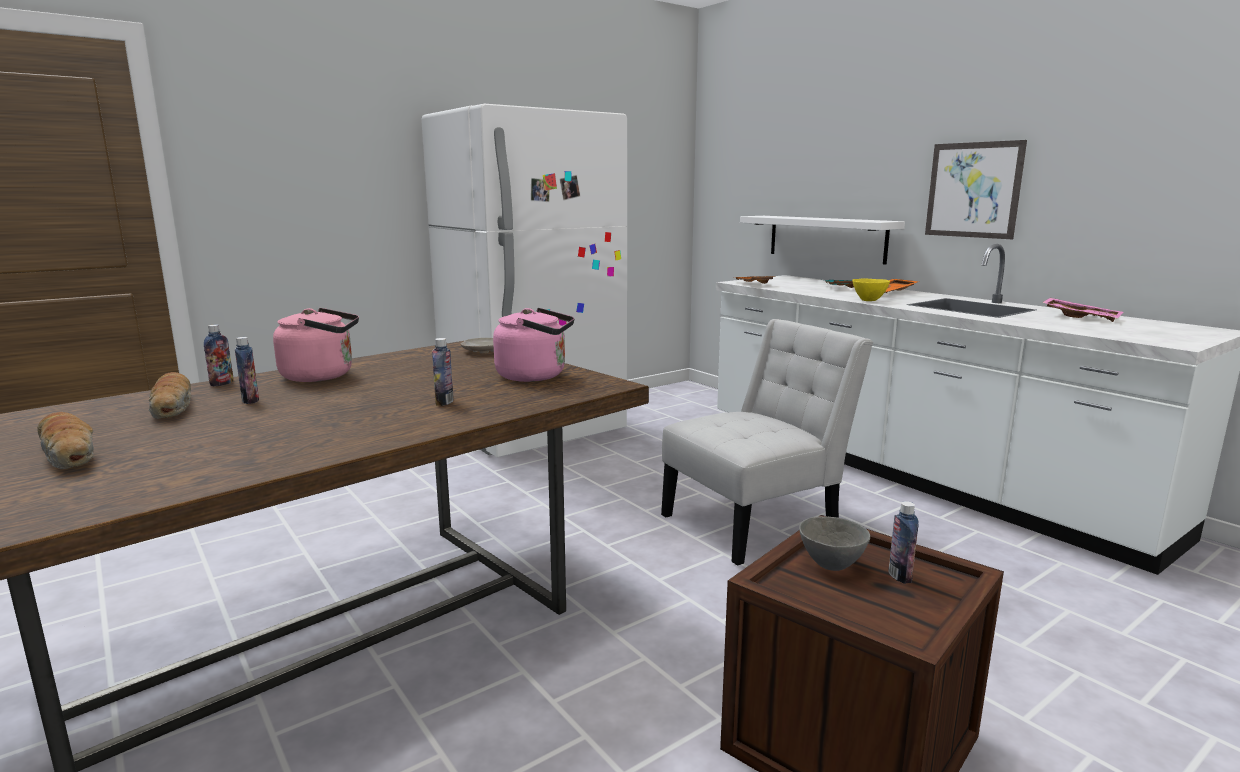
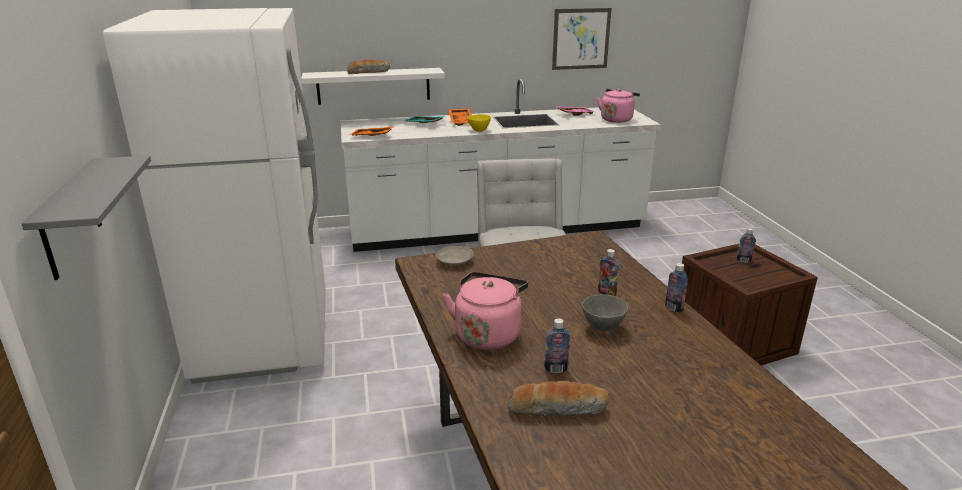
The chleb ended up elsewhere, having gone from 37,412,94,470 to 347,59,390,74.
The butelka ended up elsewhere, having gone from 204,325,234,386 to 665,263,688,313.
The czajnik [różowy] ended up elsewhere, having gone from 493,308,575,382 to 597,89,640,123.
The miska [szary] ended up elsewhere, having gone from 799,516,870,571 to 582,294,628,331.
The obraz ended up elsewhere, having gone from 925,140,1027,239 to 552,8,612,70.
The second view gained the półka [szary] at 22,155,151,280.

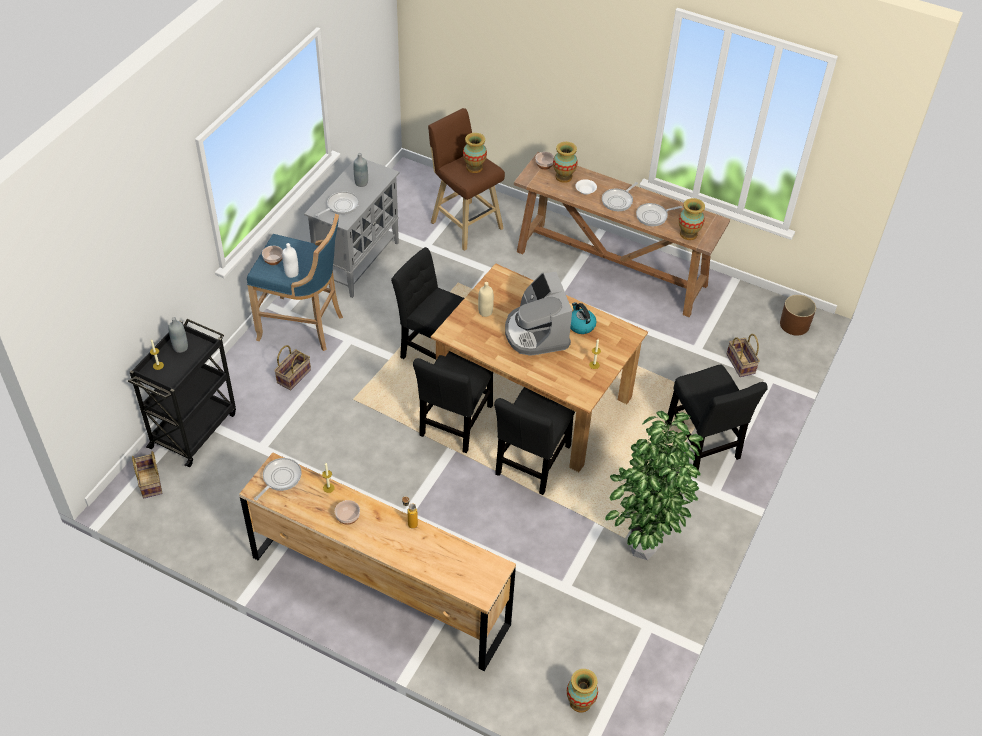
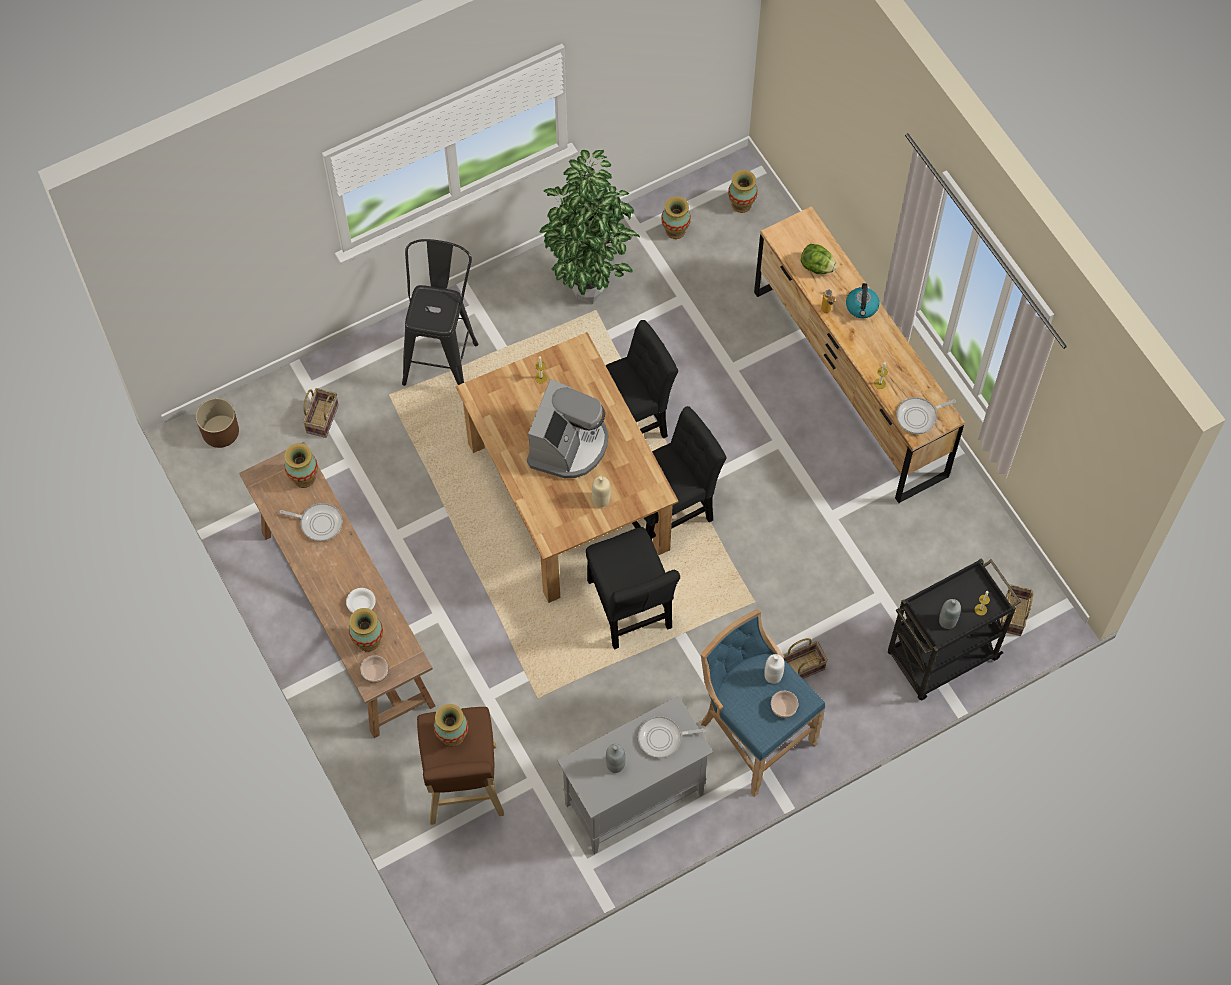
The second view lost the miska at 335,500,360,525.
The czajnik ended up elsewhere, having gone from 570,302,597,334 to 846,283,879,318.
The second view lost the patelnia at 602,182,638,211.
Where the krzesło [czarny] stood at 665,364,768,471, the stołek [czarny] came to stand at 402,239,478,386.
The second view gained the wazon at 661,196,691,239.
The second view gained the sałata at 801,244,837,274.

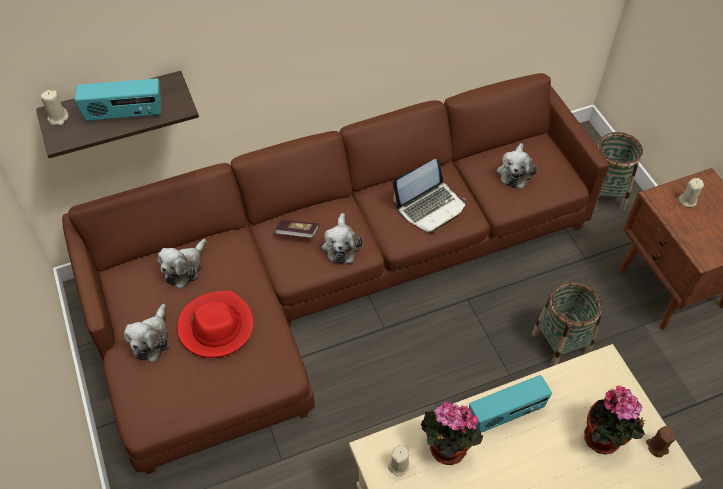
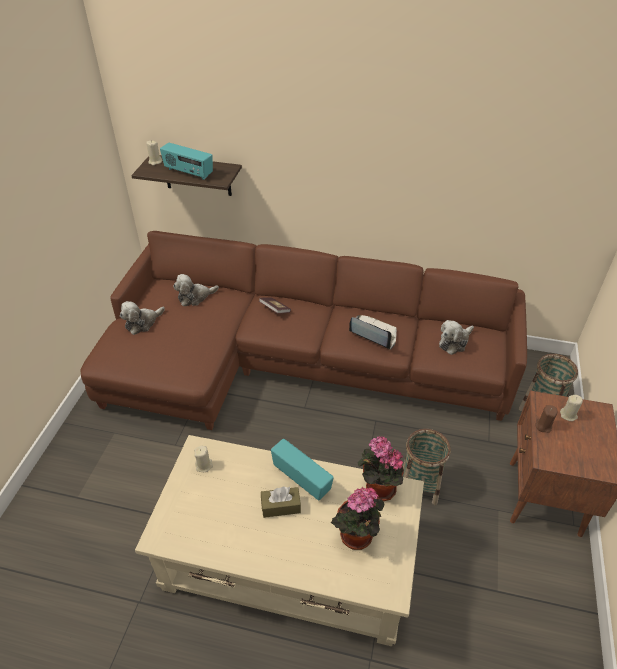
The second view lost the kapelusz [czerwony] at 177,290,253,358.
The second view lost the pluszak at 322,213,363,263.
The laptop at 393,159,466,233 ended up facing another way, 150 degrees counterclockwise from before.
The roślina doniczkowa ended up elsewhere, having gone from 421,402,483,465 to 358,436,404,501.
The radio at 469,375,552,433 ended up facing another way, 150 degrees counterclockwise from before.
The świeca [brązowy] ended up elsewhere, having gone from 646,426,675,457 to 535,405,557,433.
The second view gained the pudełko chusteczek [brązowy] at 261,486,301,518.

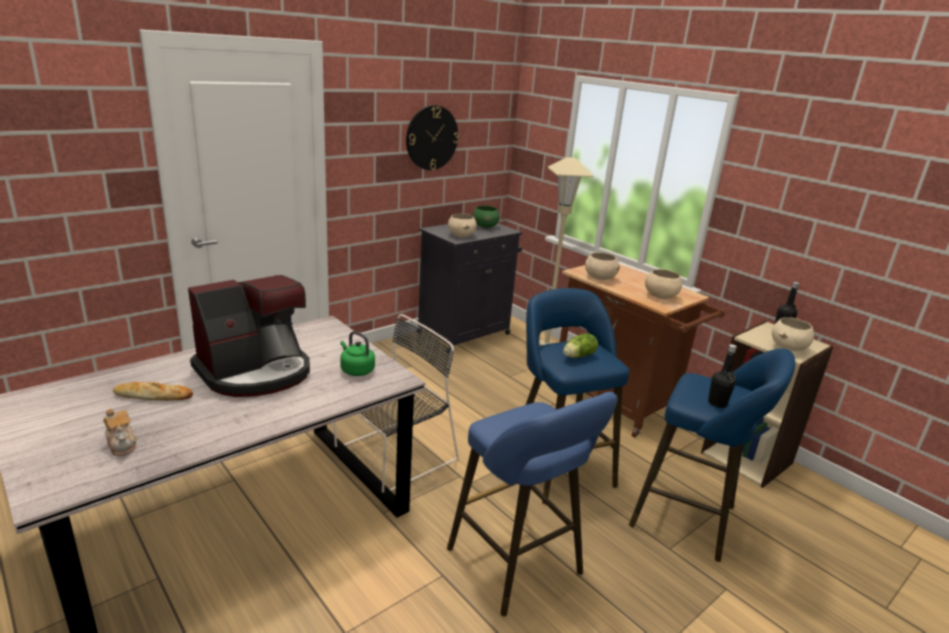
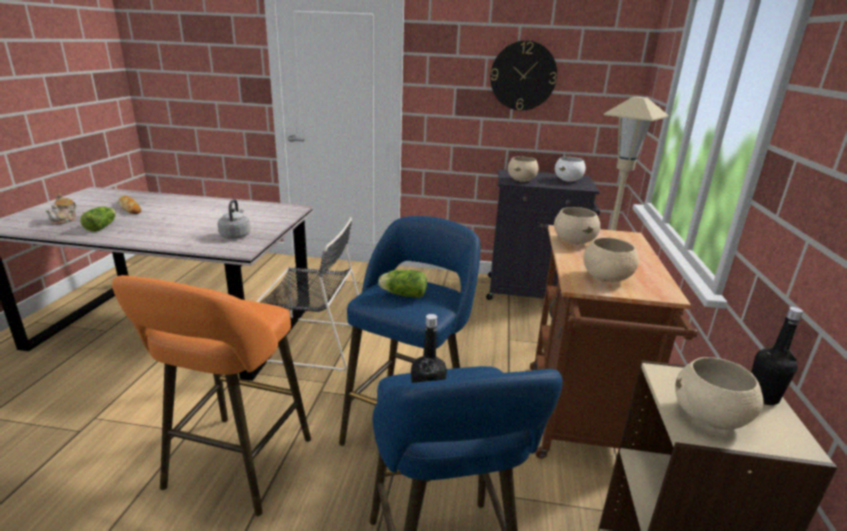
The second view lost the ekspres do kawy at 188,275,310,397.
What was the czajnik [zielony] at 340,331,375,376 turned into the czajnik [szary] at 218,199,250,239.
What was the stołek [niebieski] at 447,392,617,616 turned into the stołek [pomarańczowy] at 112,275,311,516.
What was the miska [zielony] at 473,206,500,228 turned into the miska [biały] at 555,157,586,182.
The second view gained the sałata at 80,206,116,232.

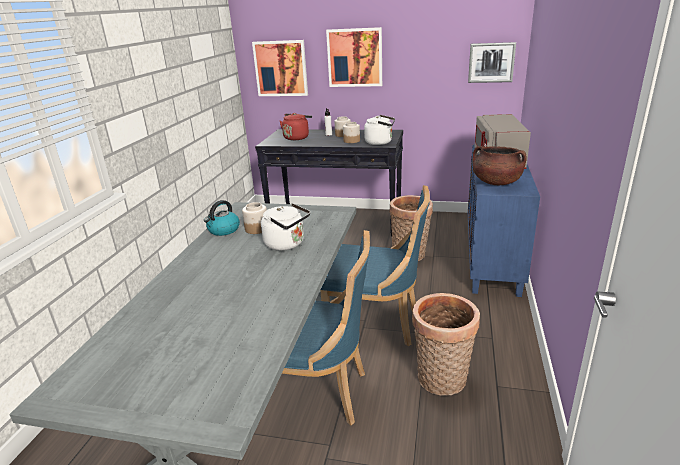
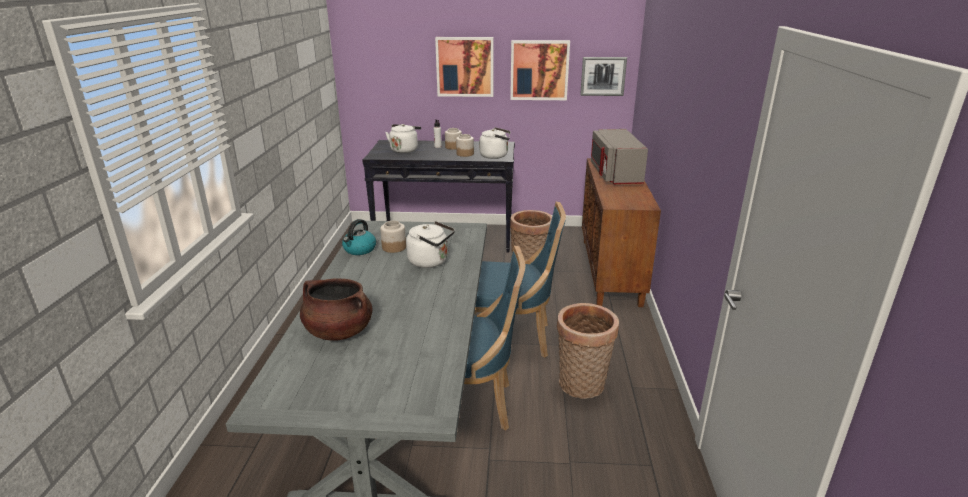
The obraz ended up elsewhere, having gone from 252,40,308,96 to 510,40,570,100.
What was the czajnik [czerwony] at 280,113,312,140 turned into the czajnik [biały] at 385,124,421,153.
What was the szafka [niebieski] at 468,145,540,297 turned into the szafka [brązowy] at 582,158,661,307.
The garnek [brązowy] ended up elsewhere, having gone from 473,146,527,185 to 300,278,372,341.

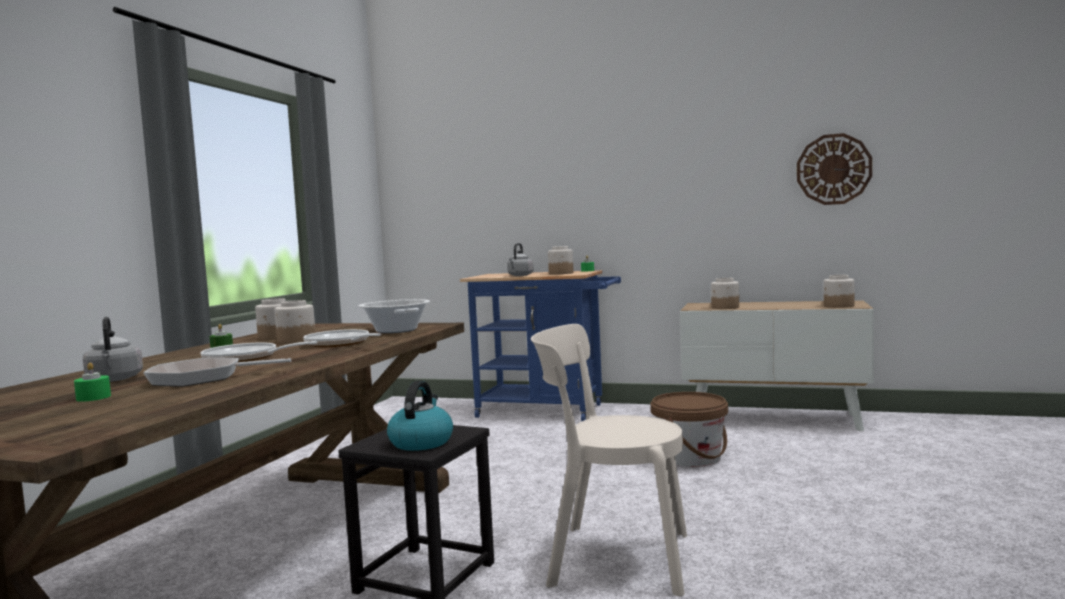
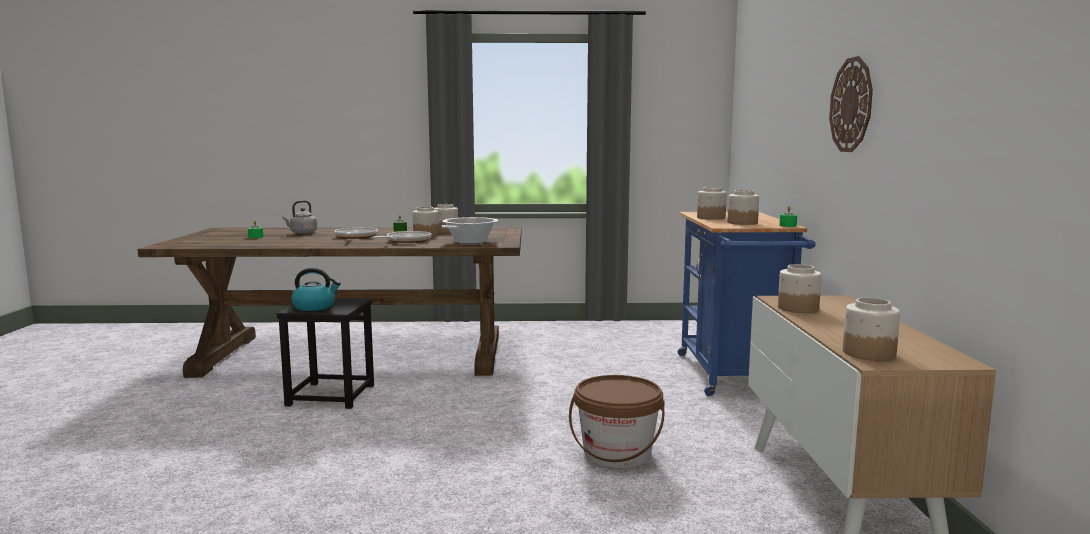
The second view lost the patelnia at 144,358,291,387.
Where the czajnik [szary] stood at 507,243,534,276, the słoik came to stand at 697,187,727,220.
The second view lost the krzesło [beżowy] at 531,324,687,597.
The zegar ścienny ended up elsewhere, having gone from 797,133,872,205 to 829,56,873,152.

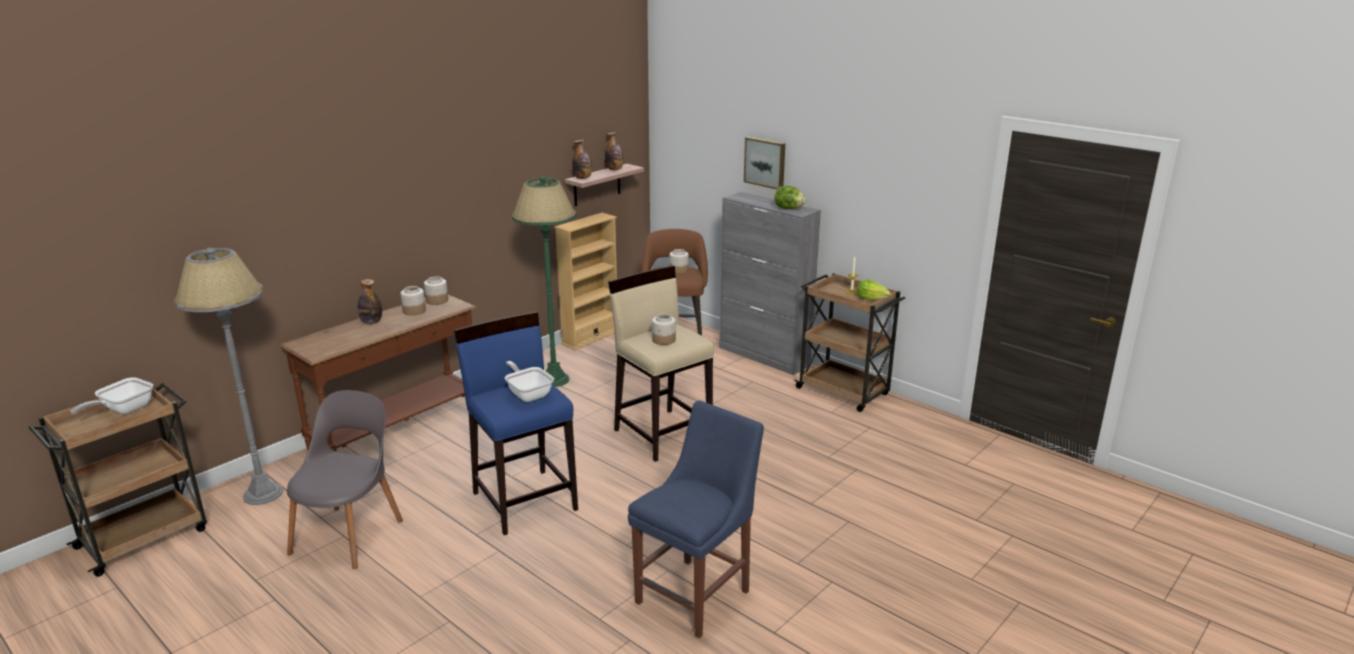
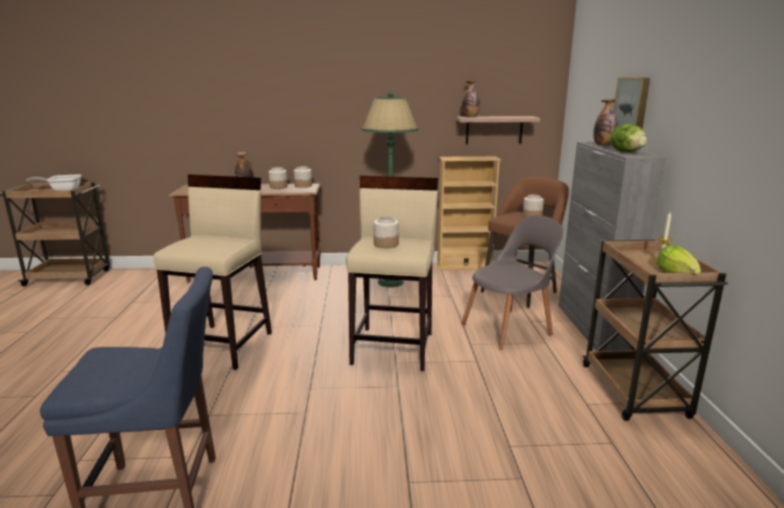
The second view lost the lampa stojąca [szary] at 174,248,283,505.
The krzesło [szary] ended up elsewhere, having gone from 287,390,403,569 to 462,215,563,350.
What was the stołek [niebieski] at 454,312,578,535 turned into the stołek [beżowy] at 154,174,272,370.
The second view lost the patelnia at 505,361,554,402.
The butelka ended up elsewhere, having gone from 605,132,624,170 to 593,99,618,146.

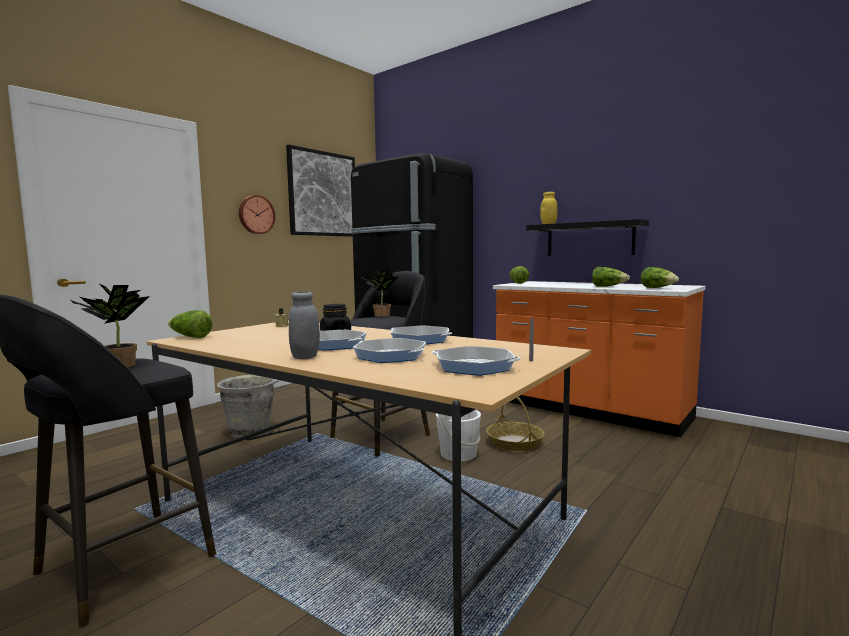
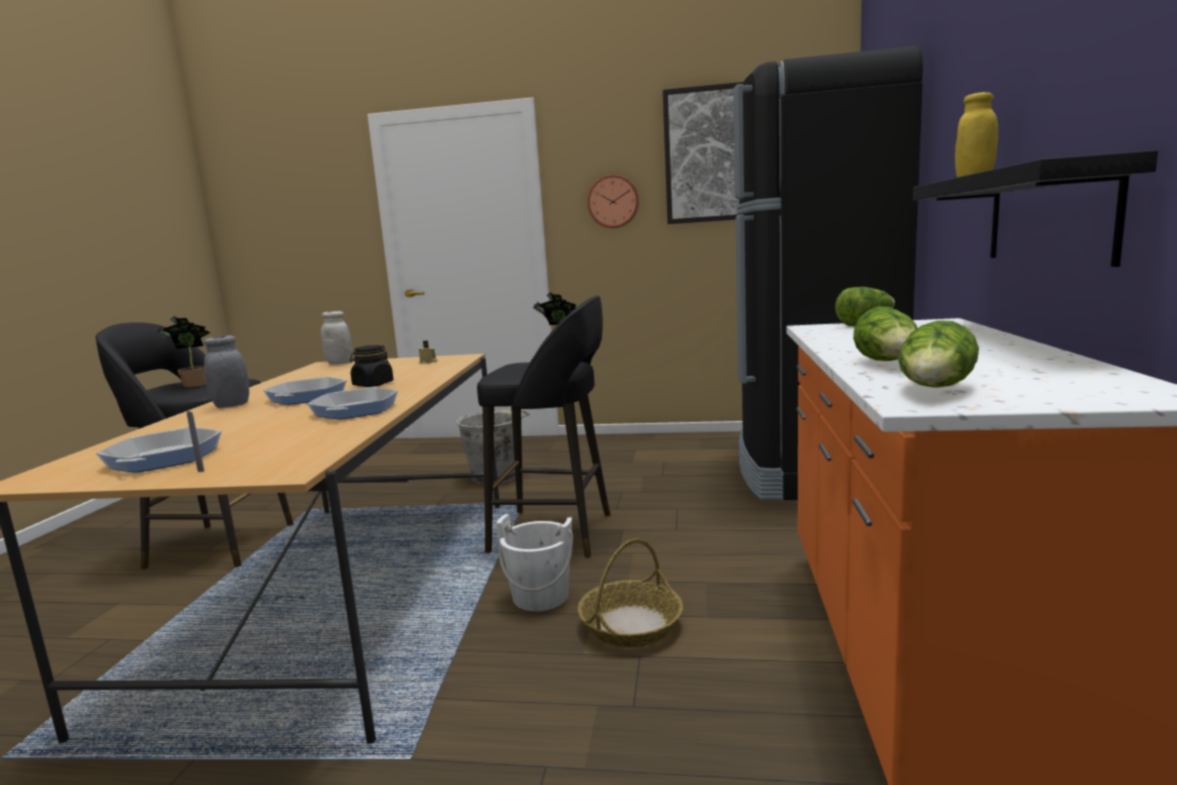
Where the sałata stood at 168,310,213,338, the słoik [biały] came to stand at 321,311,352,365.
The second view lost the patelnia at 353,338,426,363.

